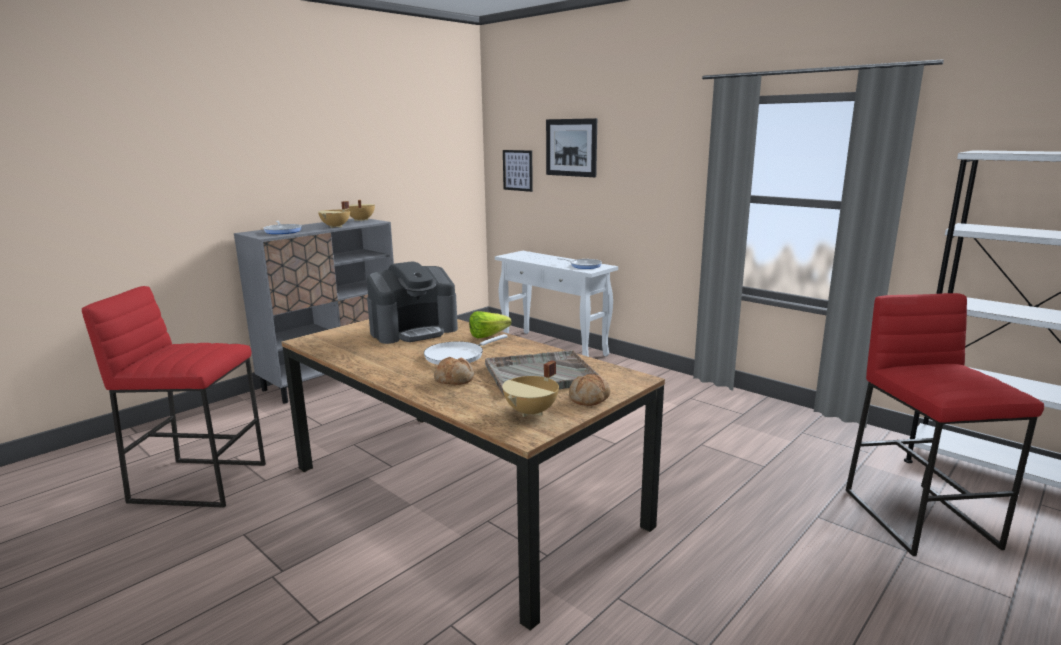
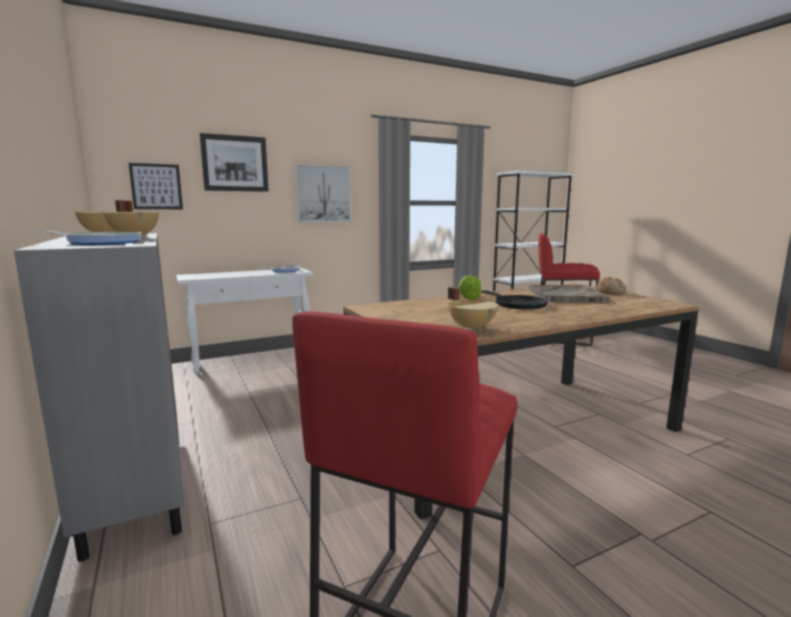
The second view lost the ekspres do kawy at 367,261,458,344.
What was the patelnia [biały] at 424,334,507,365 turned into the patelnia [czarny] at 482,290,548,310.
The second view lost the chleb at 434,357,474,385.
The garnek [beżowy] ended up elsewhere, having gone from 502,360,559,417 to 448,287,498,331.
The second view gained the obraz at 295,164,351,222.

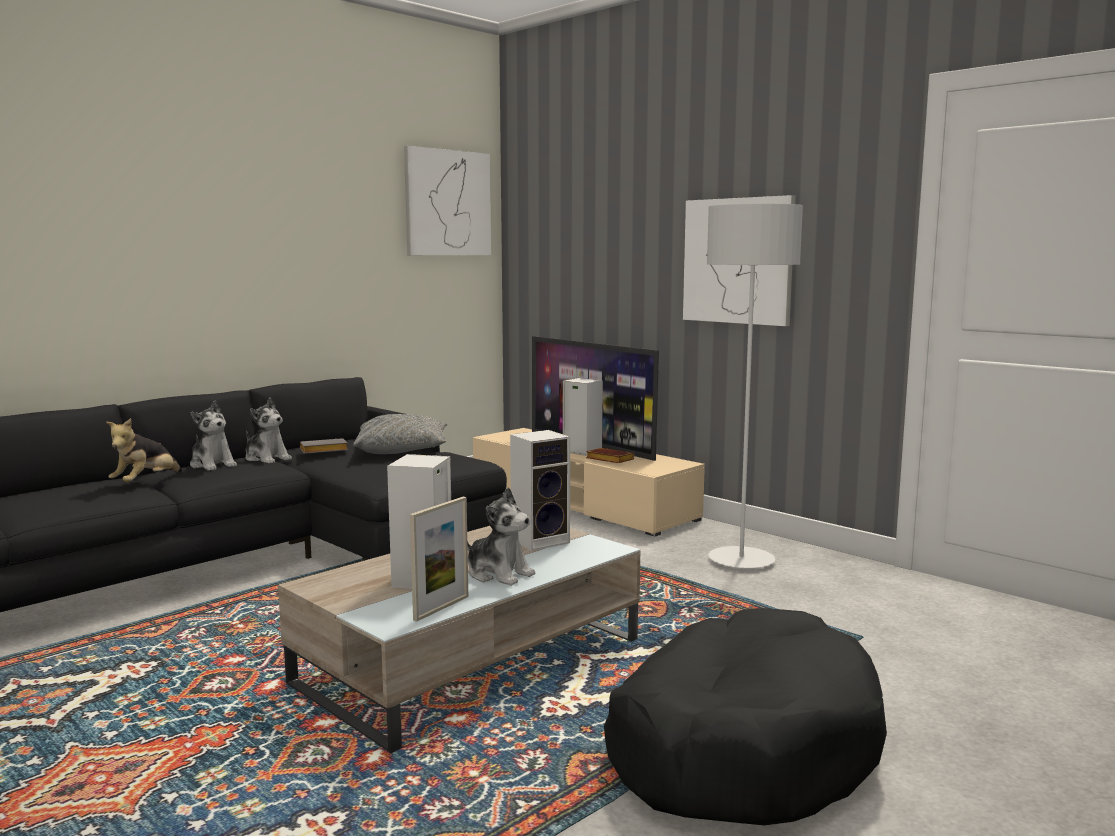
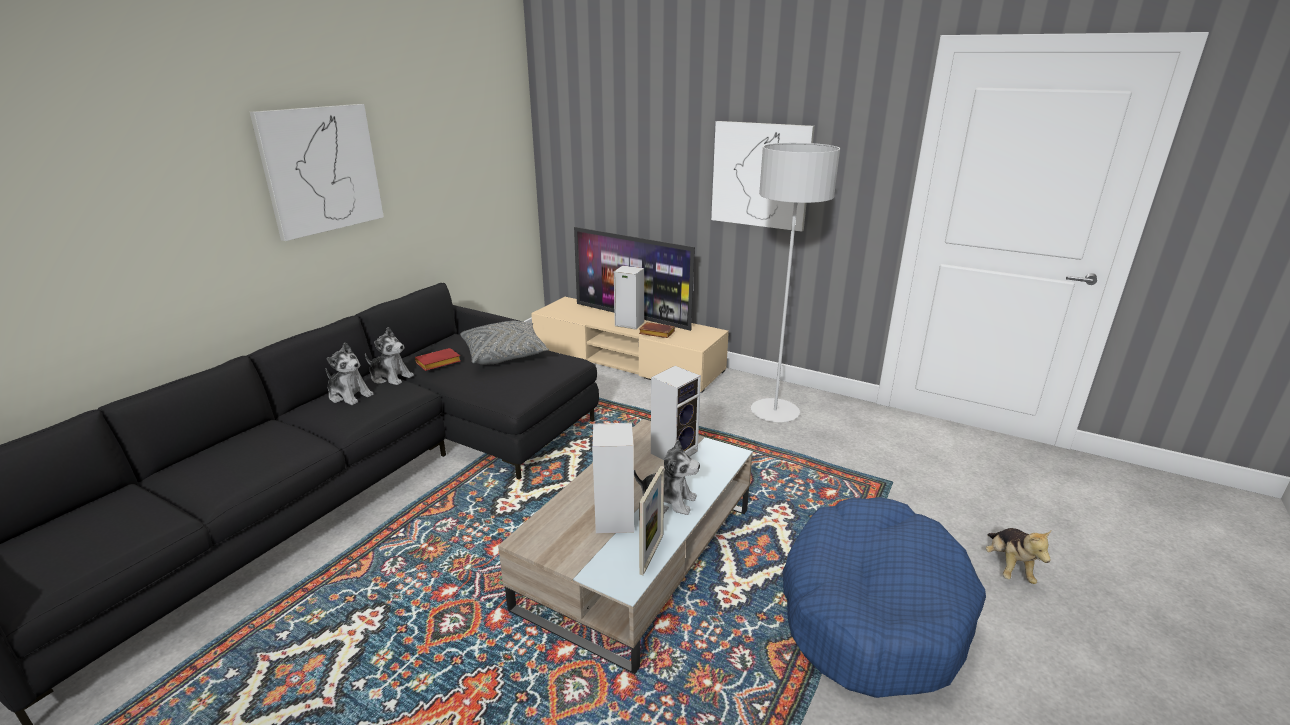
The pluszak ended up elsewhere, having gone from 106,418,182,482 to 986,528,1051,584.
What was the książka [szary] at 300,438,348,454 turned into the książka [czerwony] at 415,348,461,371.
The obraz ended up elsewhere, having gone from 404,146,491,255 to 250,104,384,241.
What was the legowisko [czarny] at 604,608,887,825 turned into the legowisko [niebieski] at 783,497,986,698.

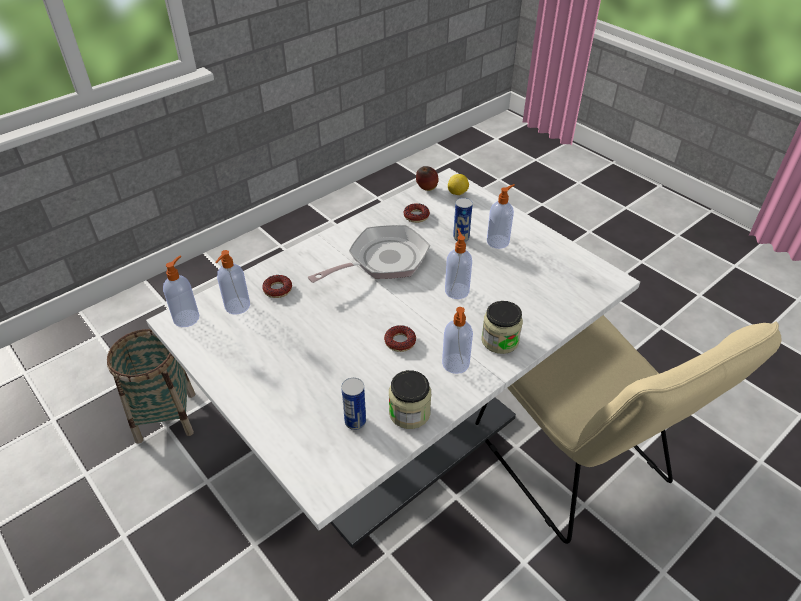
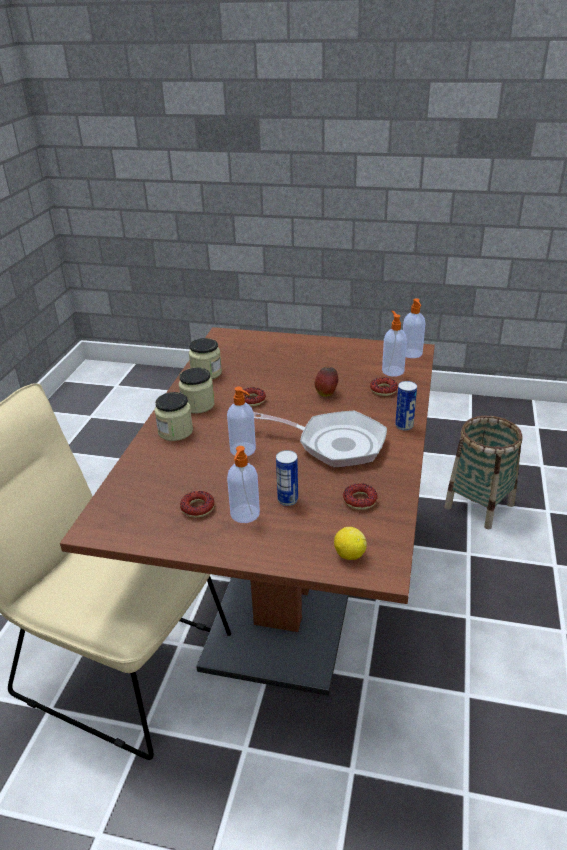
What was the stół jadalny [biały] at 146,168,640,548 turned into the stół jadalny [brązowy] at 60,327,435,696.
The patelnia at 308,225,430,283 ended up facing another way, 90 degrees counterclockwise from before.
The puszka ended up elsewhere, having gone from 341,378,366,430 to 395,381,417,431.
The jabłko ended up elsewhere, having gone from 416,166,439,191 to 315,367,338,397.
Where the dozownik mydła stood at 442,307,473,374, the słoik came to stand at 179,368,215,414.
The second view gained the donut at 180,491,215,518.

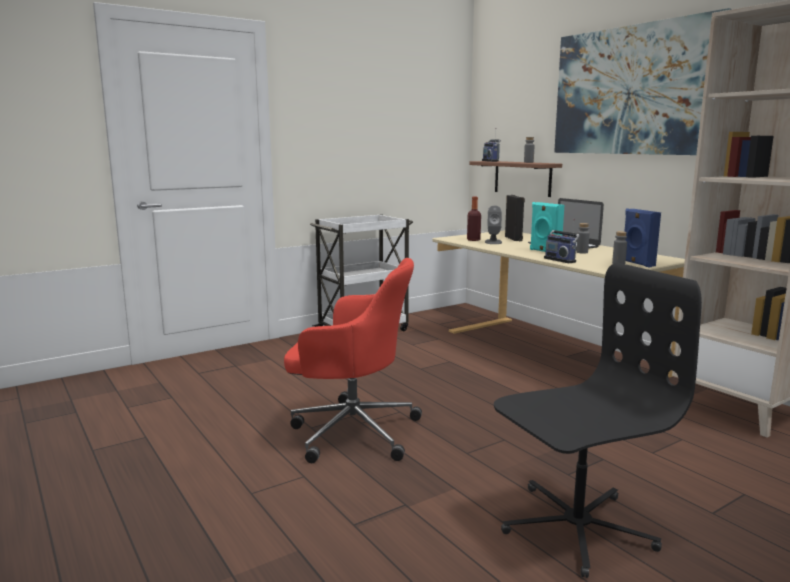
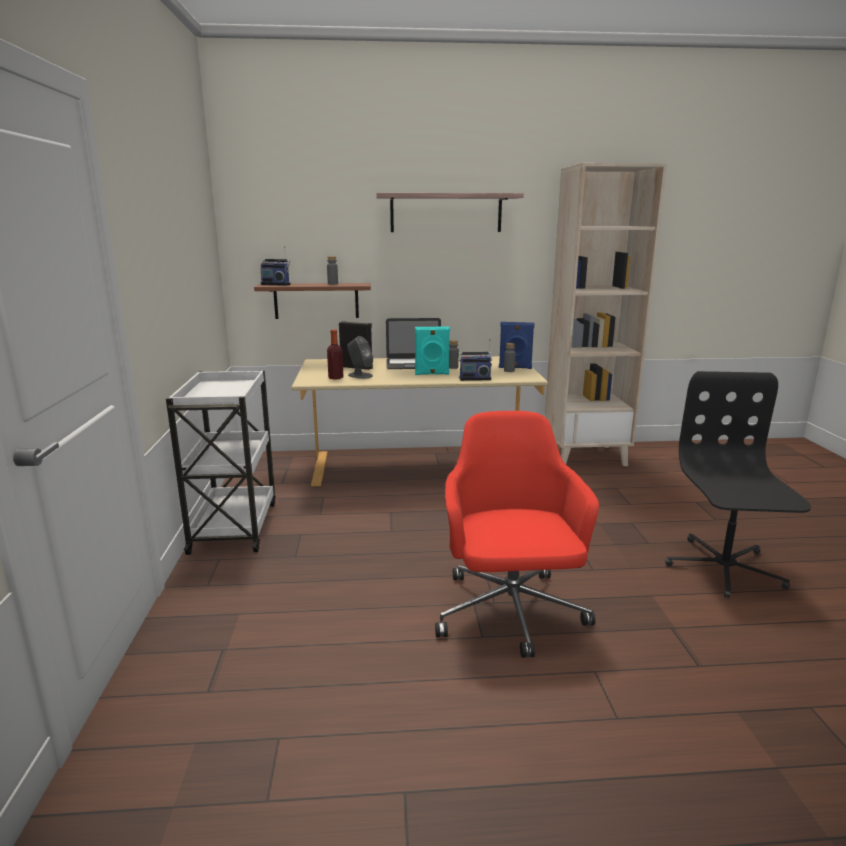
The krzesło biurowe [czerwony] at 284,258,422,463 ended up facing another way, 45 degrees counterclockwise from before.
Where the obraz hung at 554,8,732,155, the półka came to hang at 377,193,524,232.

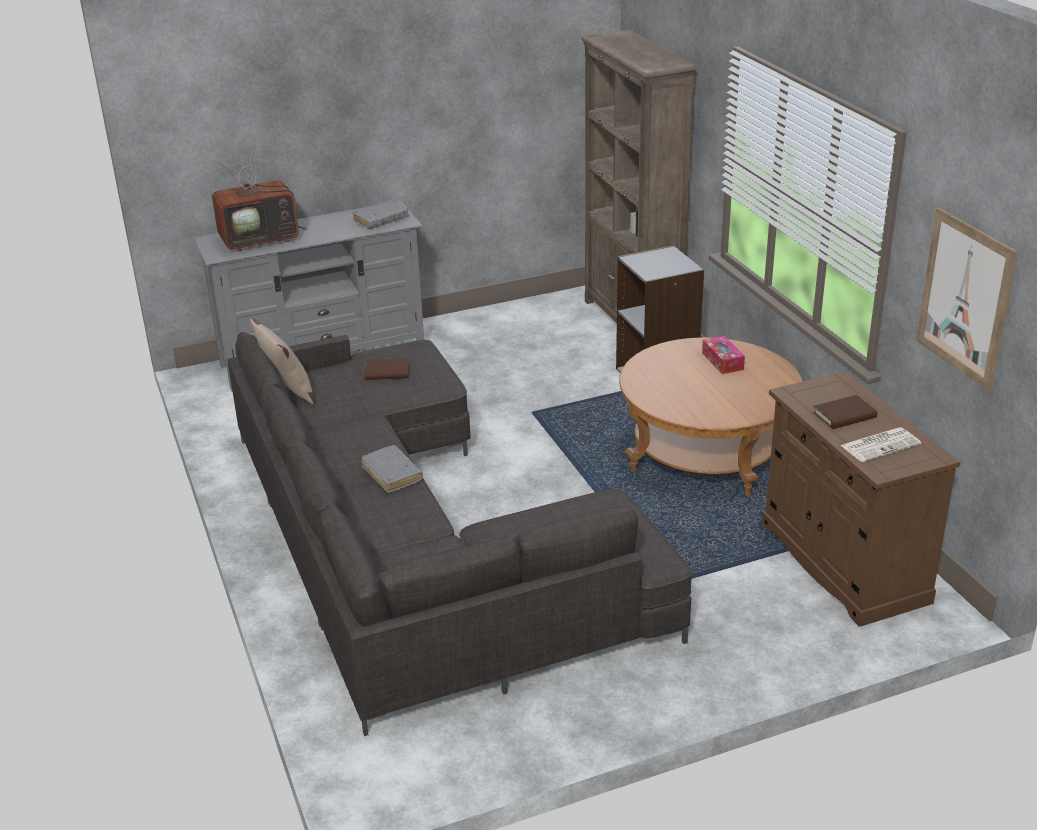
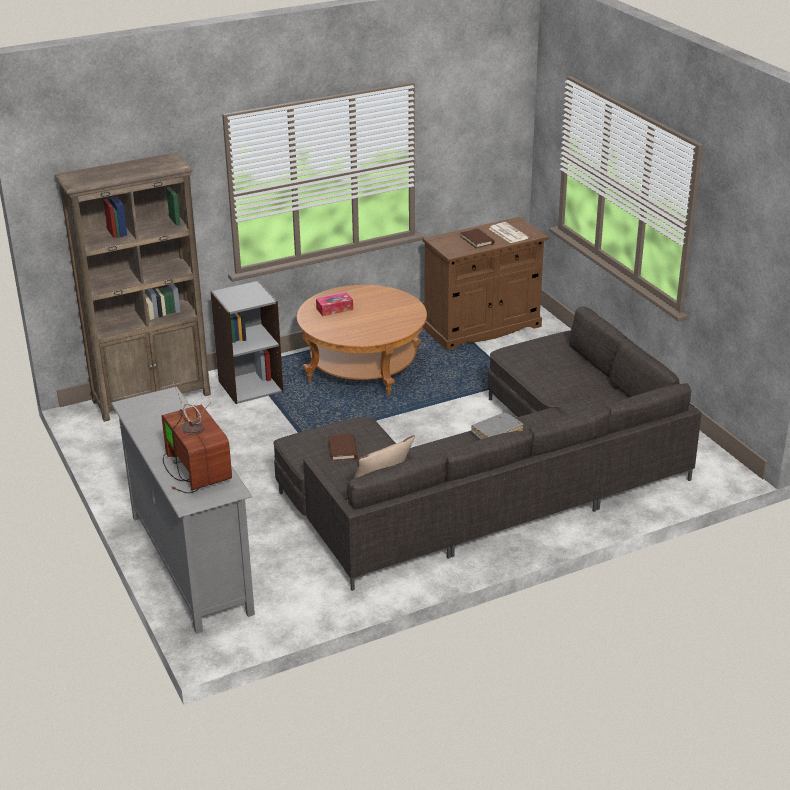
The second view lost the książka [szary] at 352,200,408,229.
The second view lost the obraz at 916,208,1018,392.

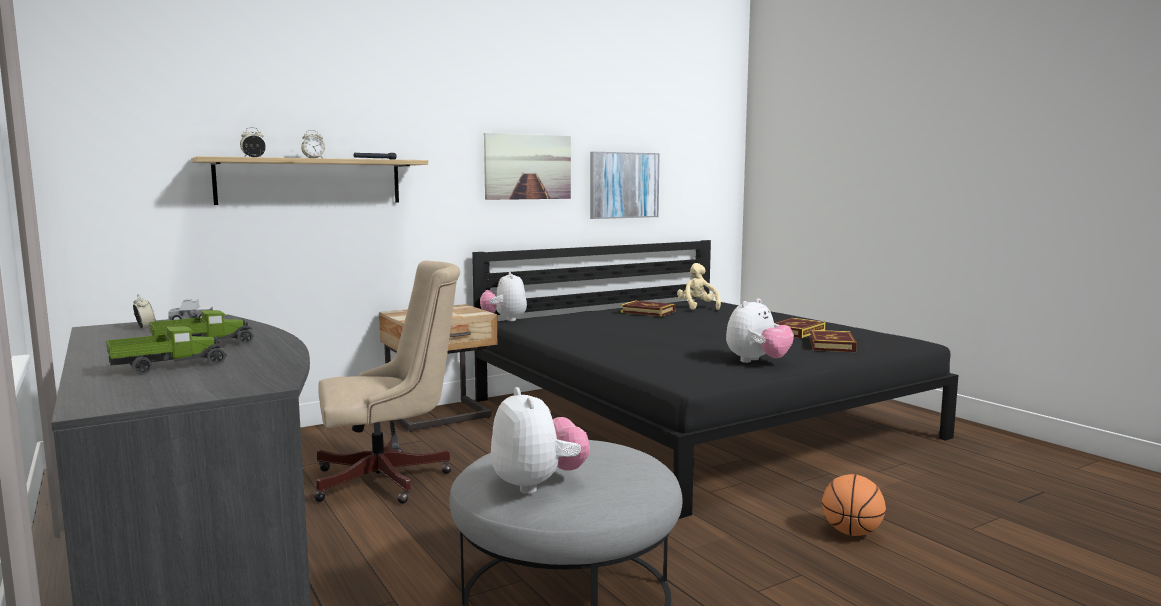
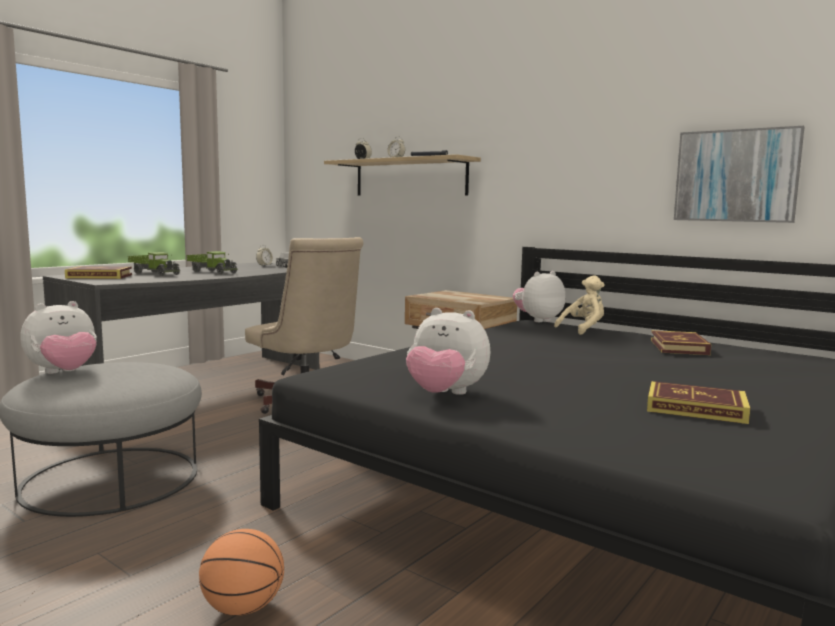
The second view lost the obraz at 484,133,571,200.
The pluszak [beżowy] ended up elsewhere, having gone from 677,263,721,310 to 554,275,605,335.
The książka ended up elsewhere, having gone from 809,330,857,352 to 65,266,132,279.

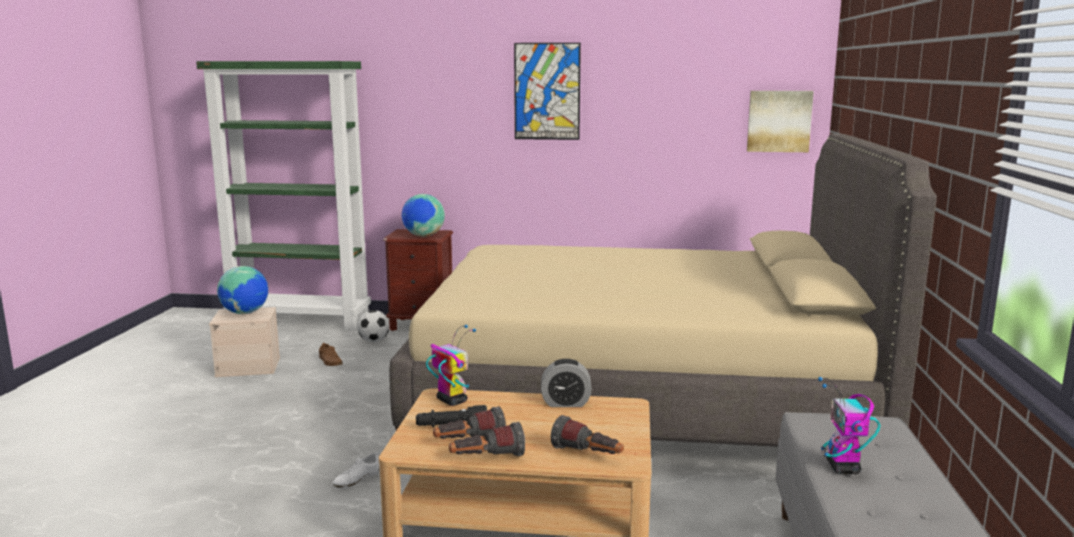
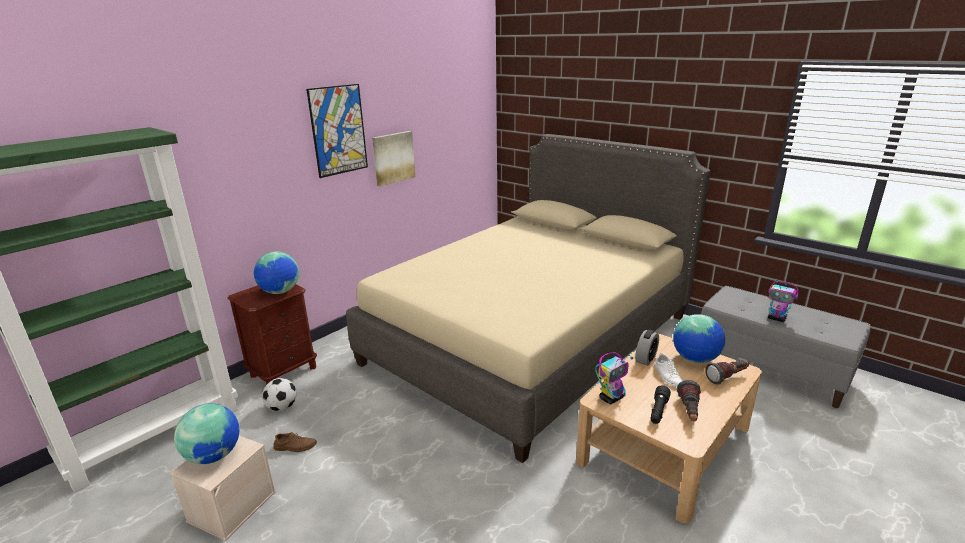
The but [biały] ended up elsewhere, having gone from 332,452,380,489 to 654,353,683,387.
The robot zabawkowy at 426,325,476,406 ended up facing another way, 150 degrees clockwise from before.
The second view lost the latarka at 449,422,525,456.
The obraz ended up elsewhere, having gone from 747,91,814,152 to 372,131,415,186.
The second view gained the globus at 673,314,725,363.

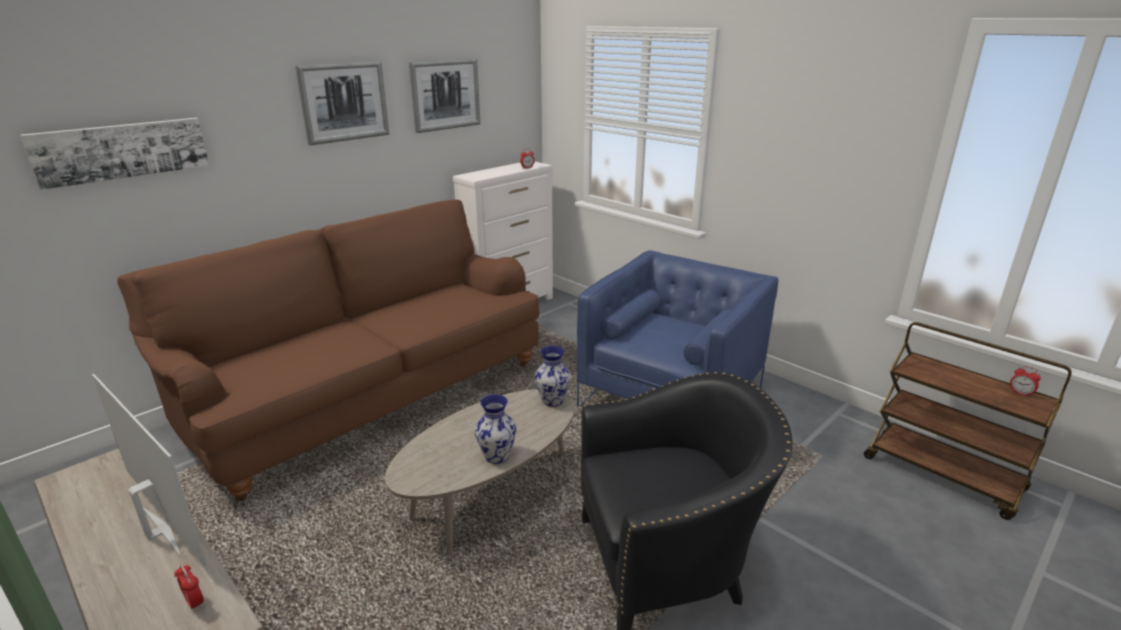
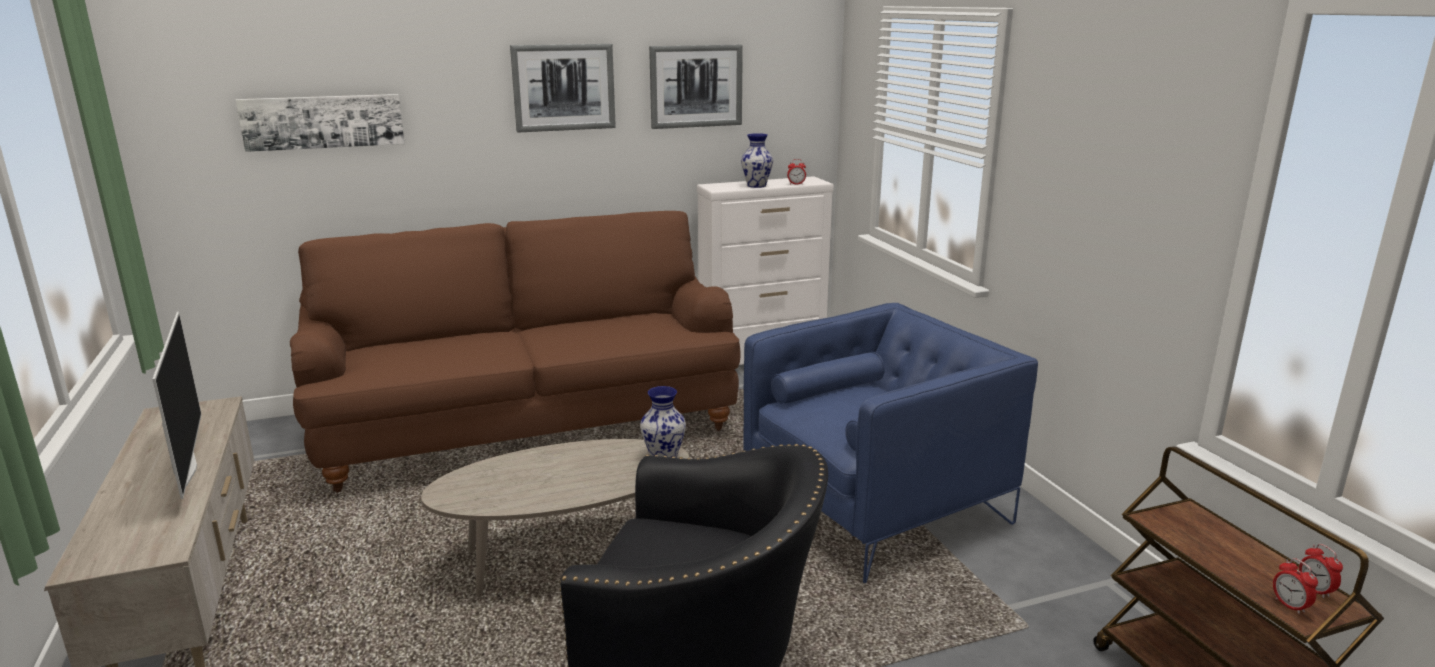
The budzik ended up elsewhere, having gone from 174,564,204,611 to 1273,558,1318,614.
The wazon ended up elsewhere, having gone from 474,394,517,464 to 741,133,773,188.

